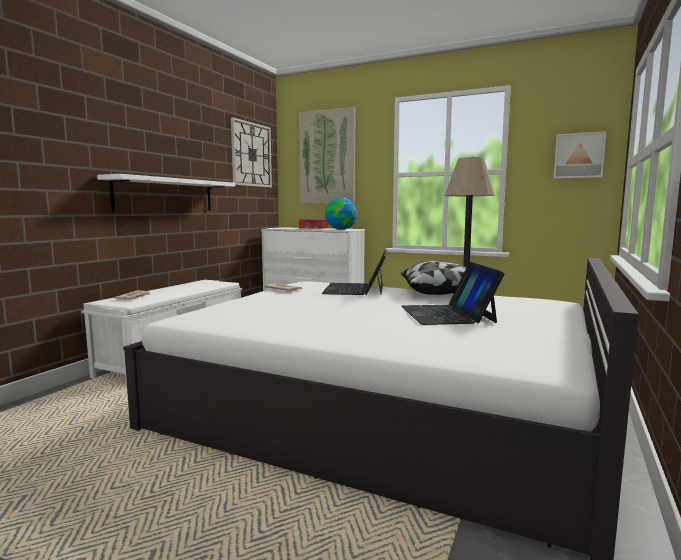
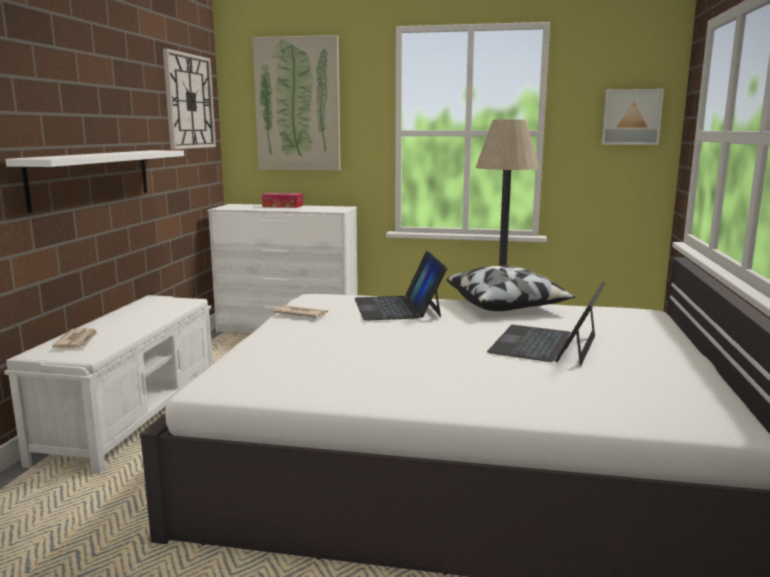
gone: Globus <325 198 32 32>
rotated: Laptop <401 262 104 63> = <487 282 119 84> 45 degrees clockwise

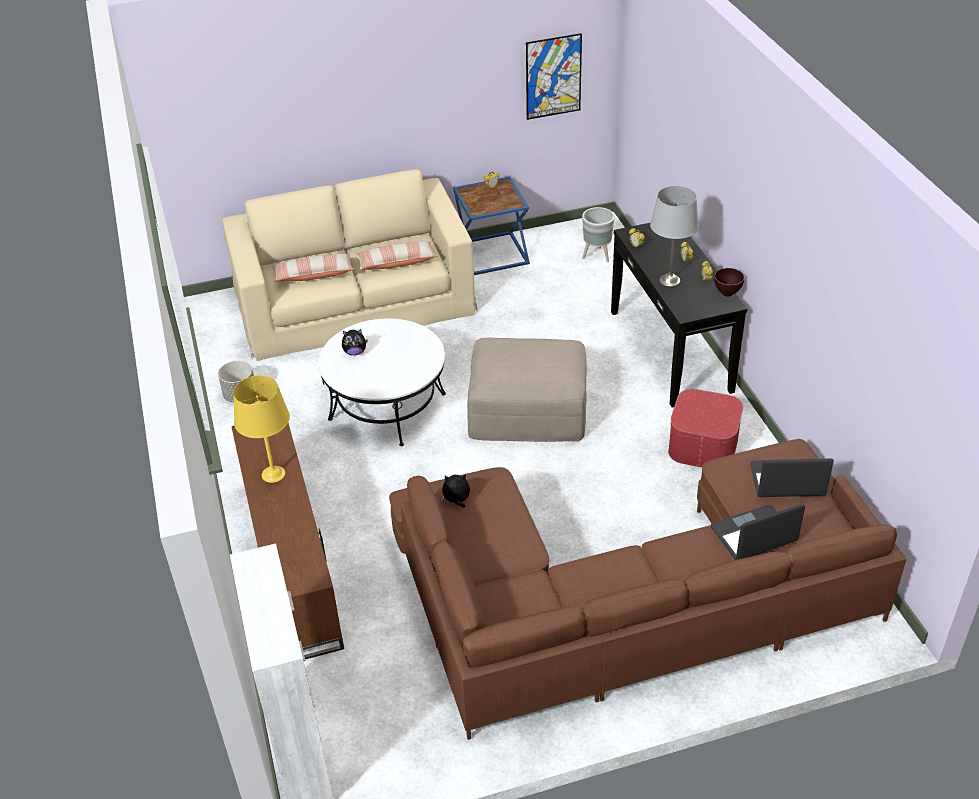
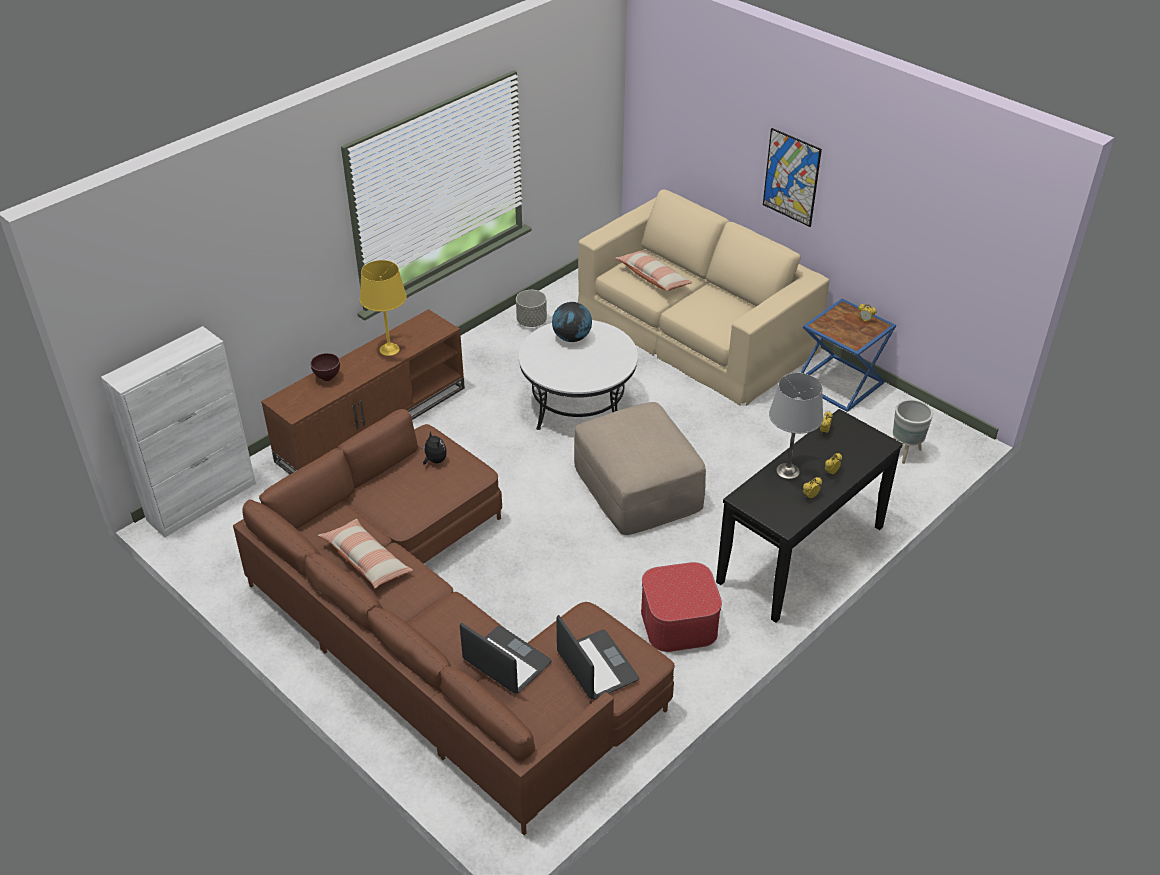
shifted: Schüssel/braun <714 268 31 29> to <310 353 30 28>; Kissen <354 241 84 29> to <318 519 95 69>; Bild <526 33 56 87> to <763 128 59 99>
swapped: Plüschtier <342 329 26 27> to Globus <552 302 40 40>

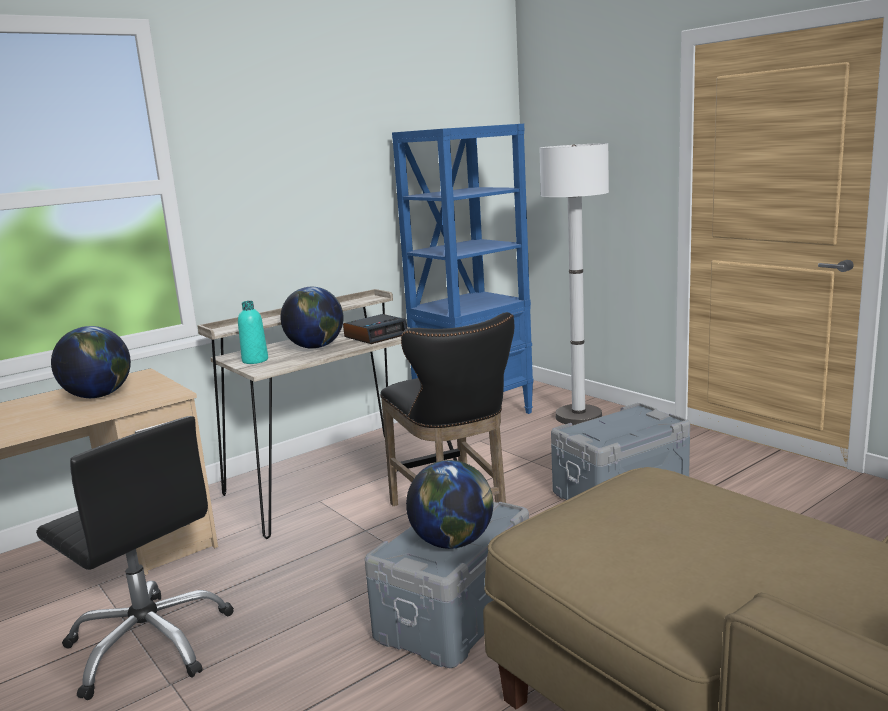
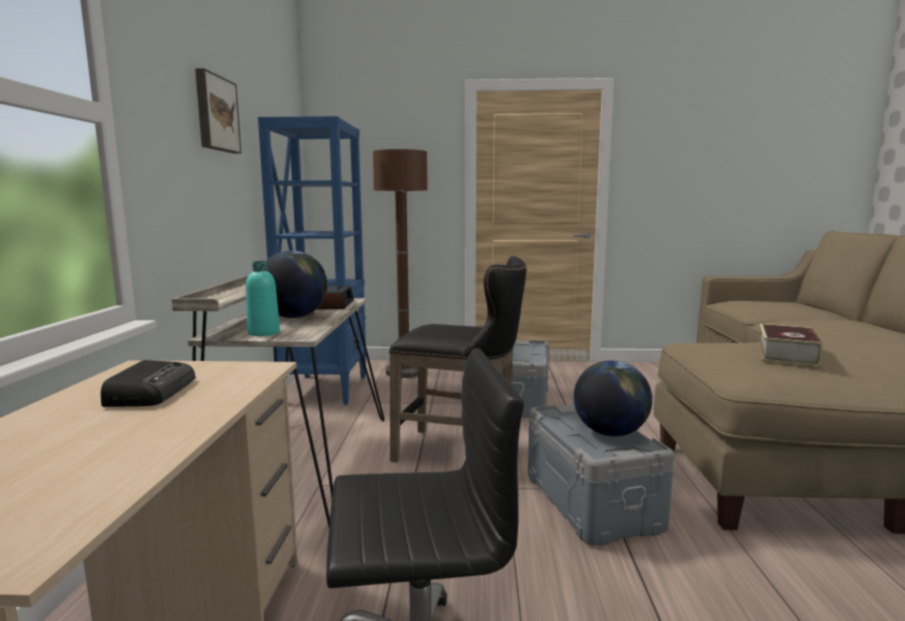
new: Bild <195 68 46 85>; Buch <758 324 65 42>
swapped: Globus <51 326 80 72> to Radio <101 360 94 47>
repainted: Stehlampe/weiß <540 143 69 282> to Stehlampe/braun <373 149 55 229>

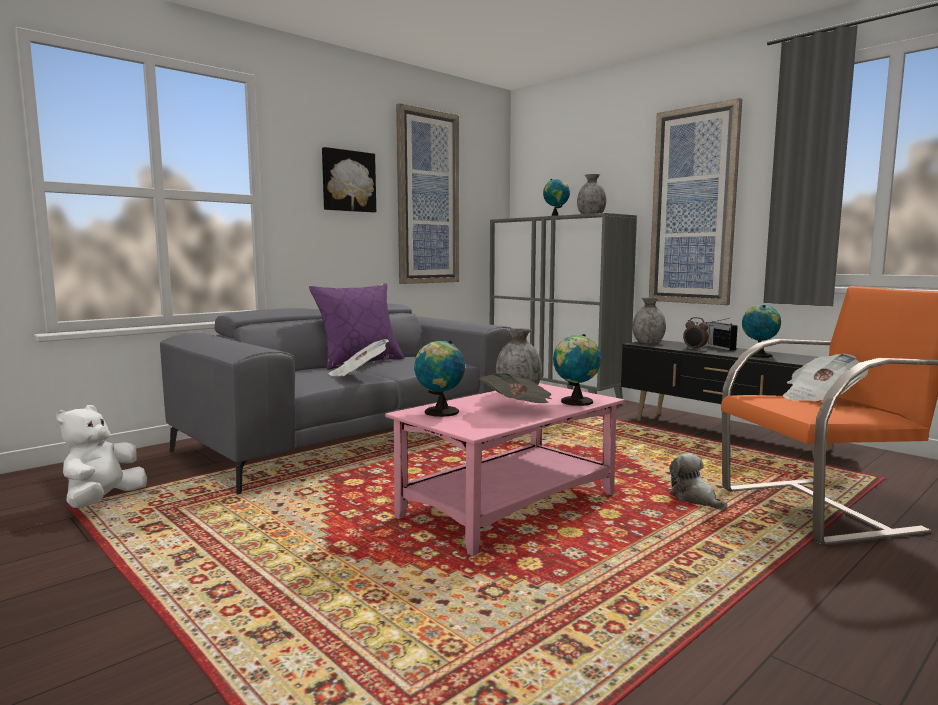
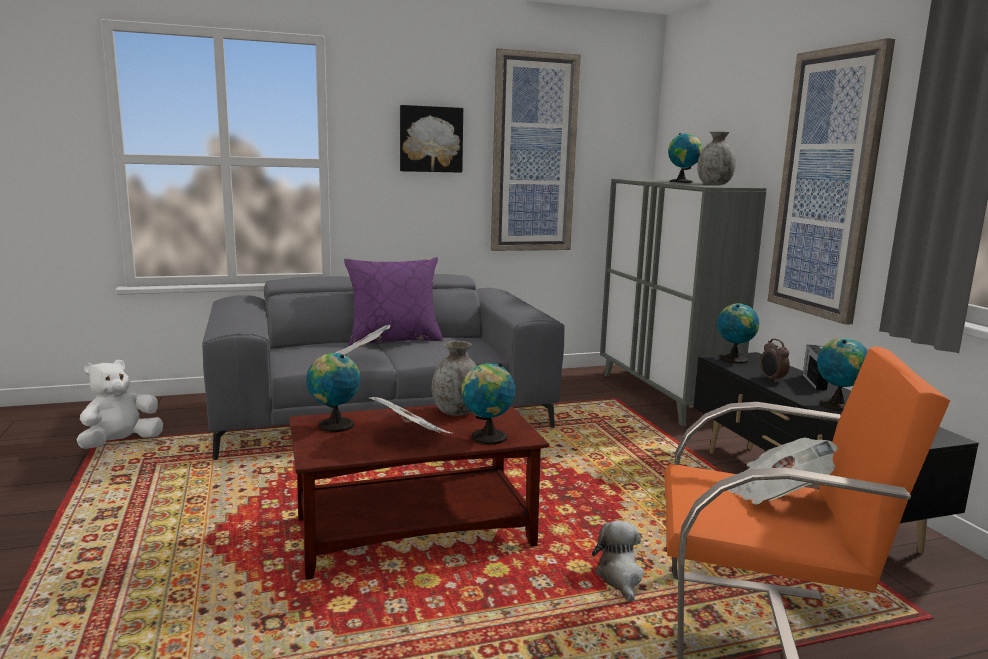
swapped: Vase/grau <632 298 34 46> to Globus <717 304 43 60>
repainted: Couchtisch/rosa <385 383 240 173> to Couchtisch/braun <289 405 260 175>

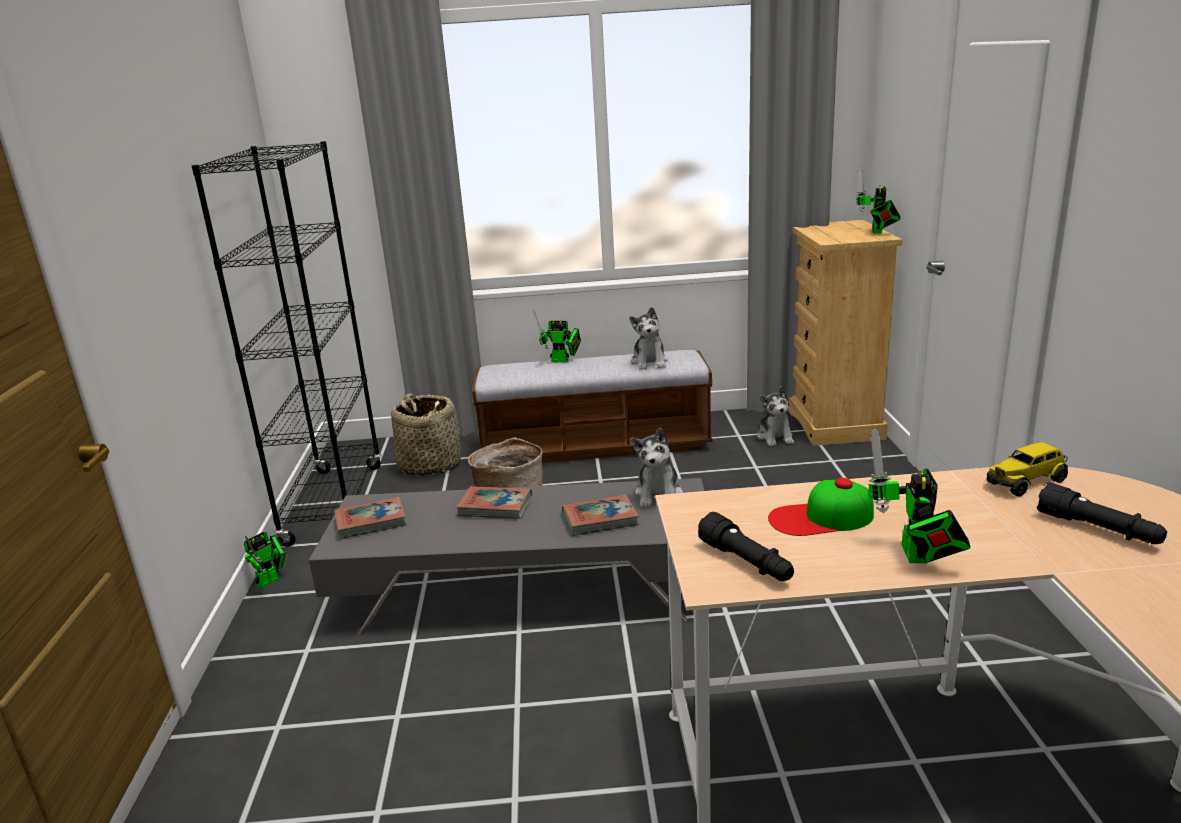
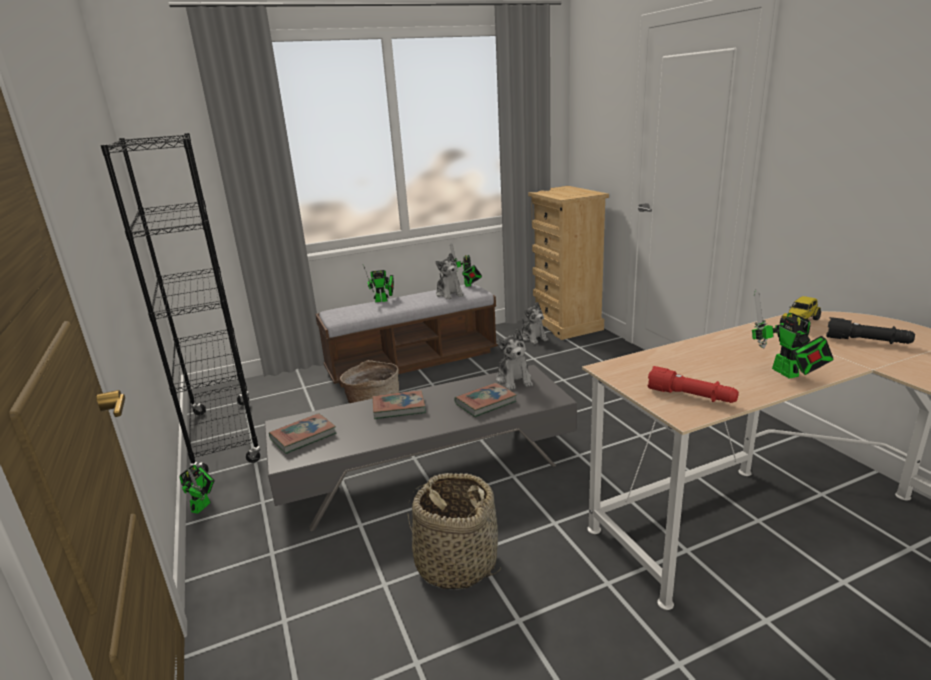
gone: Kappe <768 478 106 58>
shifted: Korb <391 393 70 83> to <408 473 93 117>; Spielzeugroboter <856 167 45 66> to <450 243 32 44>
repainted: Taschenlampe/schwarz <698 512 96 69> to Taschenlampe/rot <648 366 91 37>

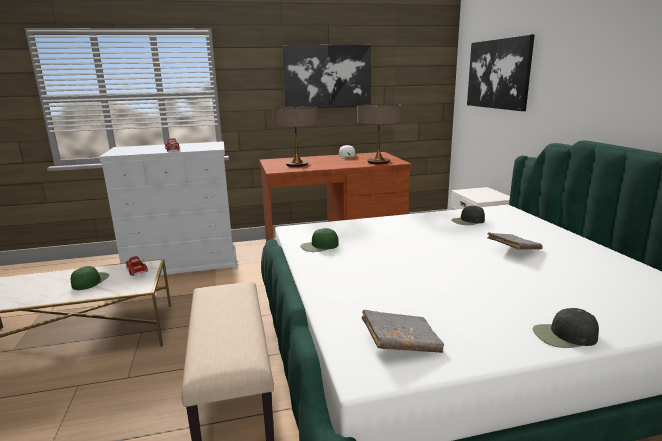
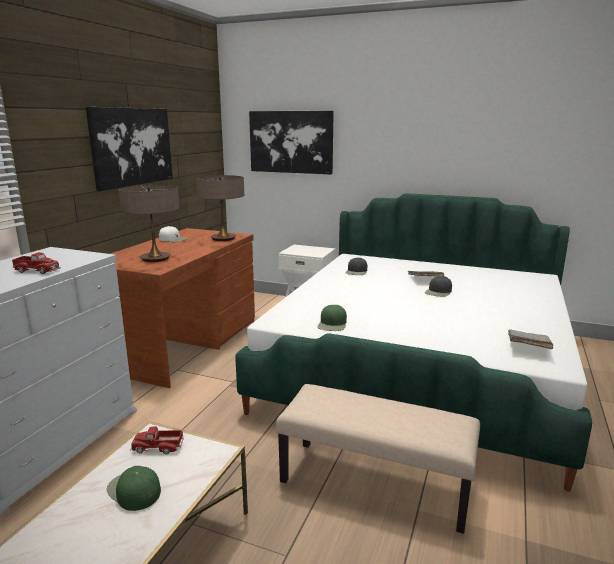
shifted: Kappe/schwarz <532 308 67 40> to <425 276 27 21>

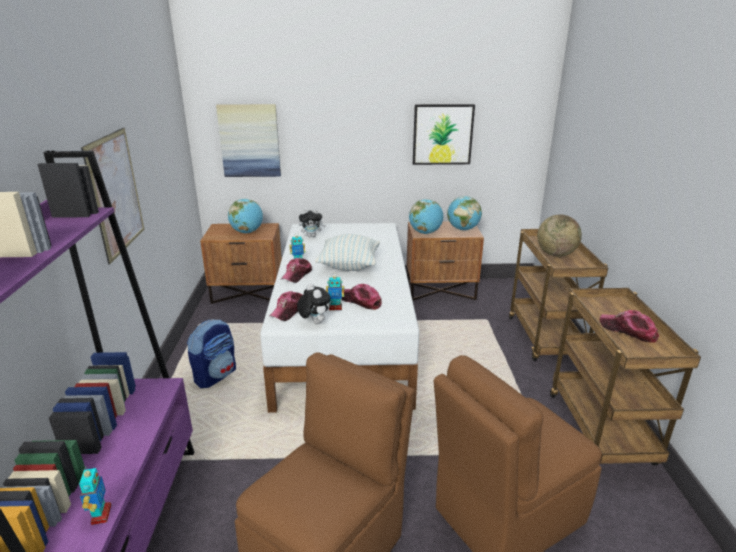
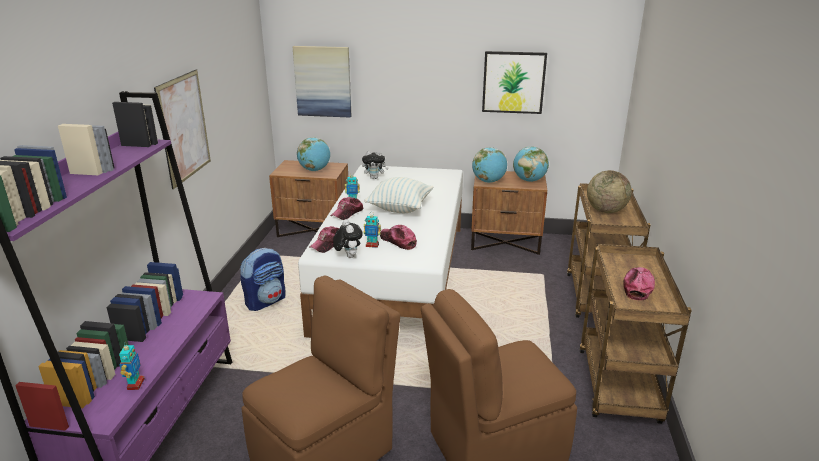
rotated: Kappe <600 310 59 33> = <624 267 31 33> 60 degrees clockwise

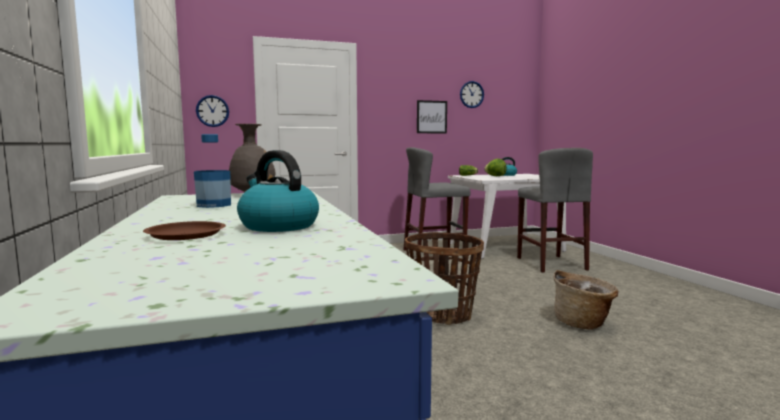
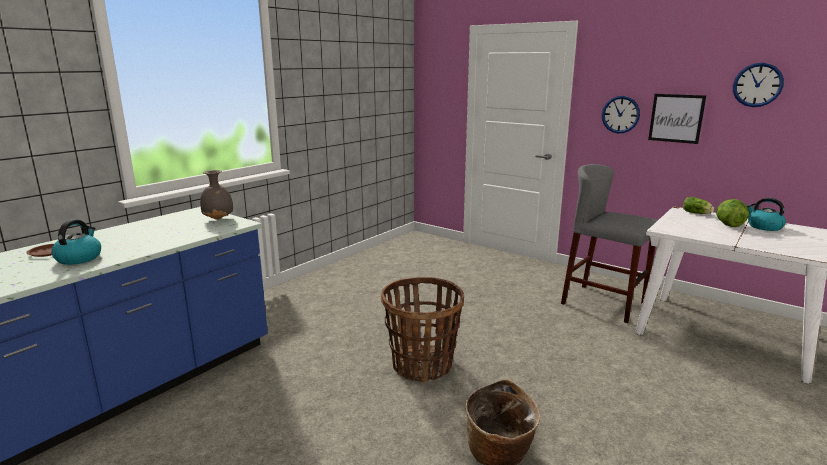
gone: Flasche <194 134 37 74>; Hocker/grau <517 148 76 125>
shifted: Wanduhr <196 95 33 32> to <602 96 38 38>

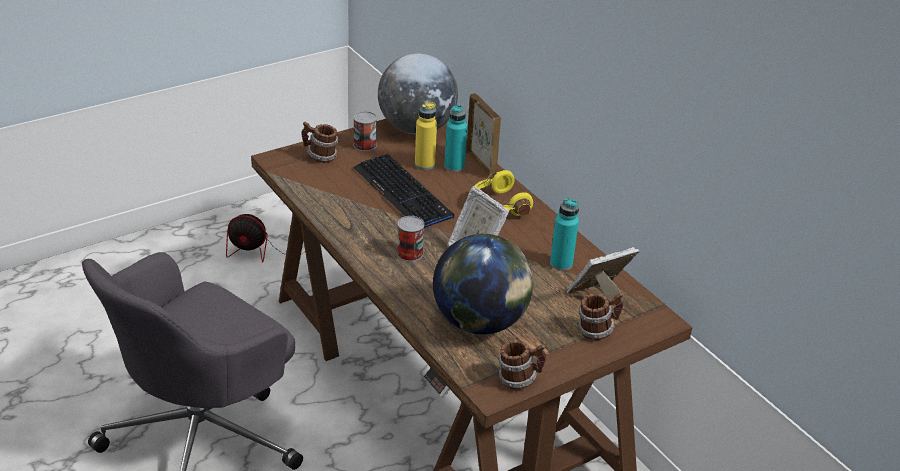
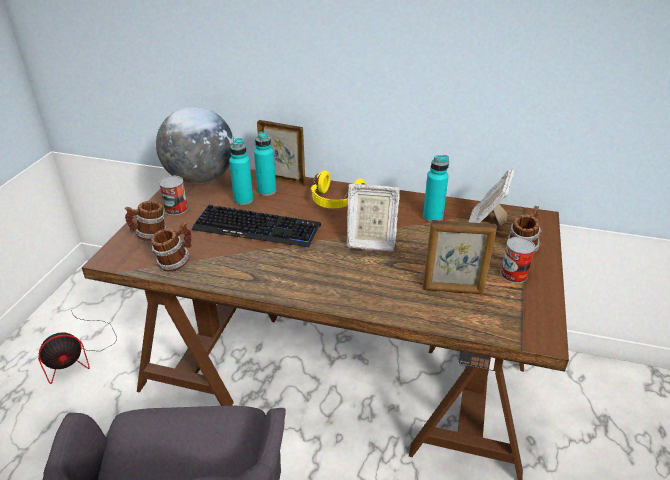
shifted: Henkelbecher <498 340 48 50> to <151 222 41 50>; Dose <397 216 28 45> to <500 237 35 46>
swapped: Globus <433 234 100 100> to Bilderrahmen <423 220 74 74>
repainted: Flasche/gelb <415 102 22 68> to Flasche/türkis <229 138 24 67>

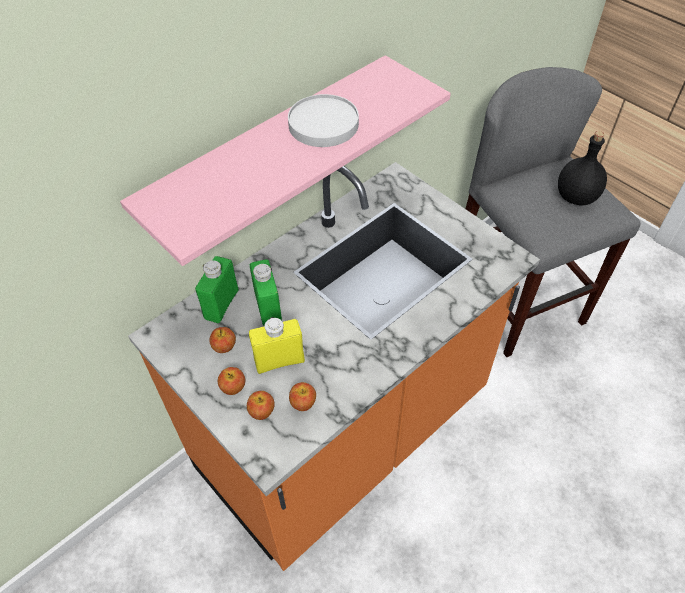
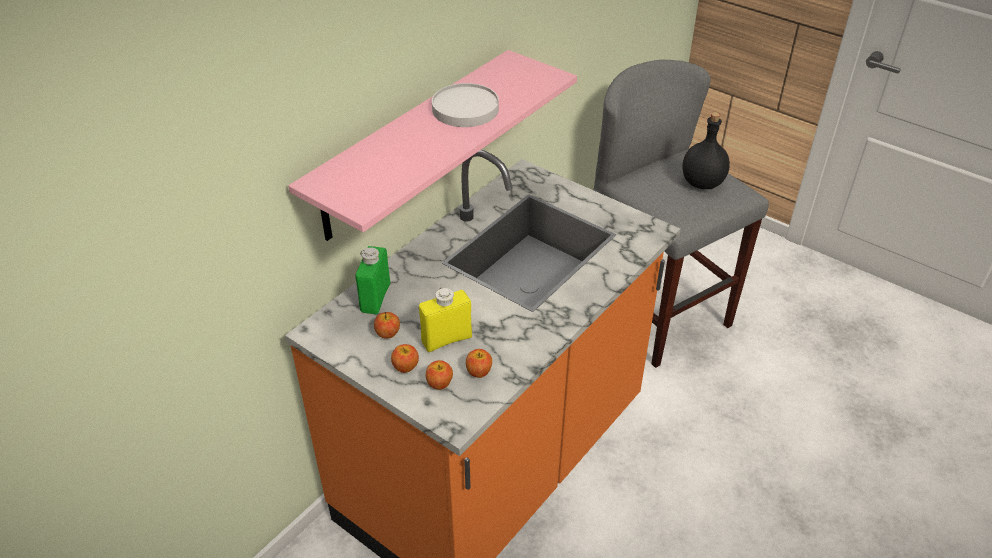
gone: Flasche/grün <250 259 32 67>

